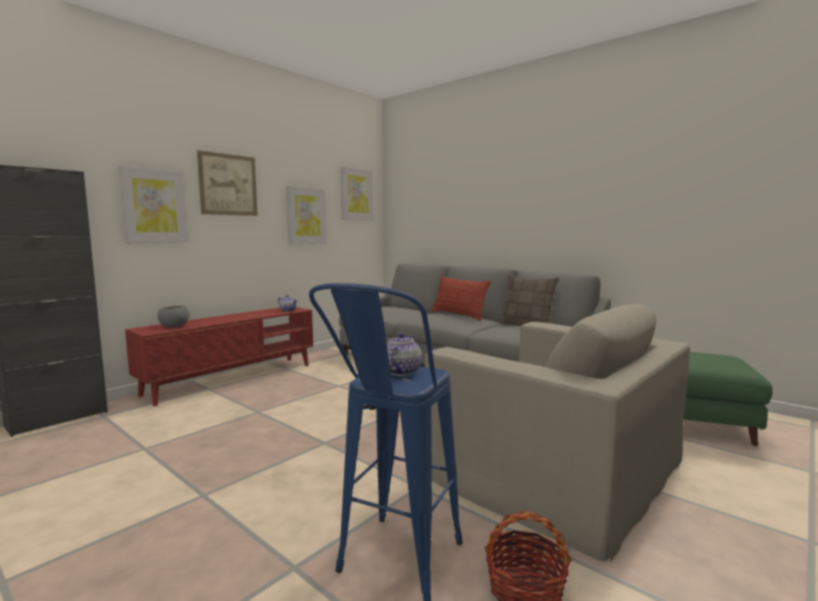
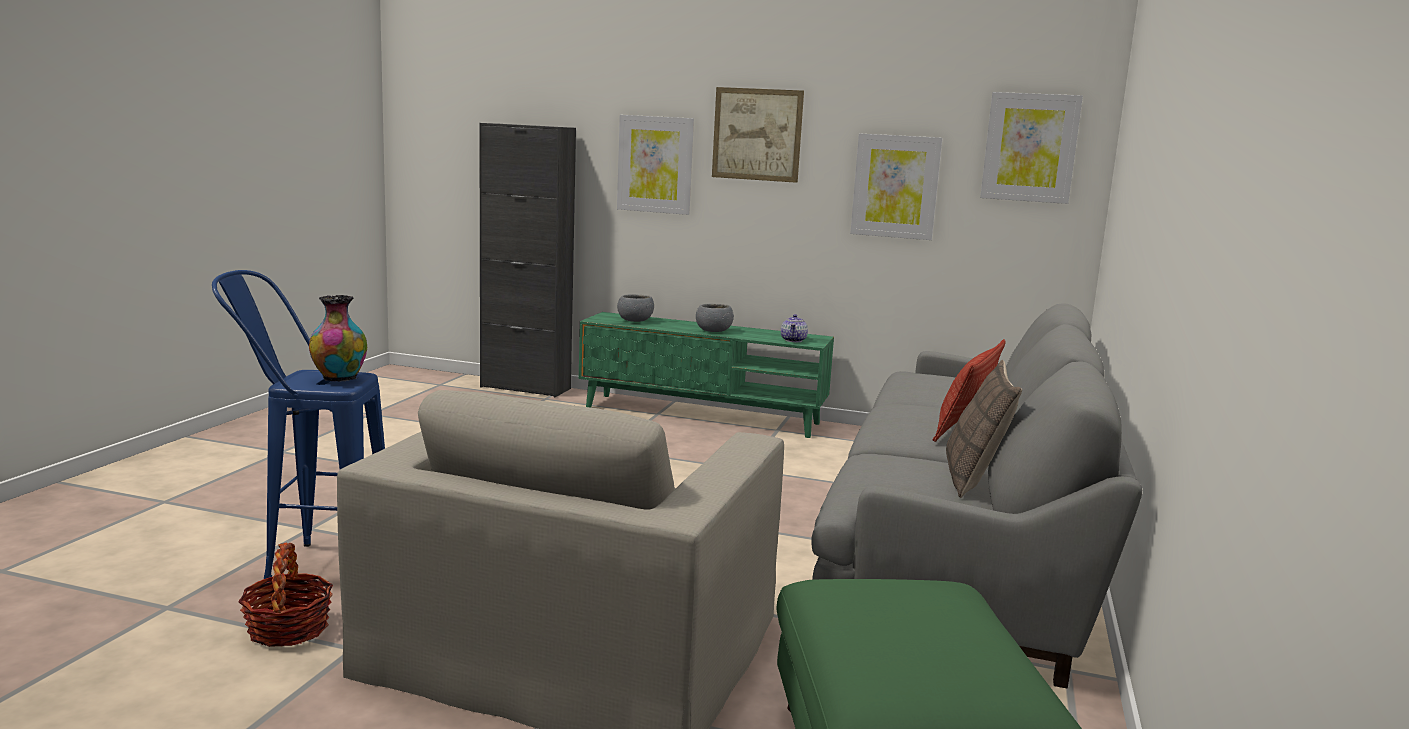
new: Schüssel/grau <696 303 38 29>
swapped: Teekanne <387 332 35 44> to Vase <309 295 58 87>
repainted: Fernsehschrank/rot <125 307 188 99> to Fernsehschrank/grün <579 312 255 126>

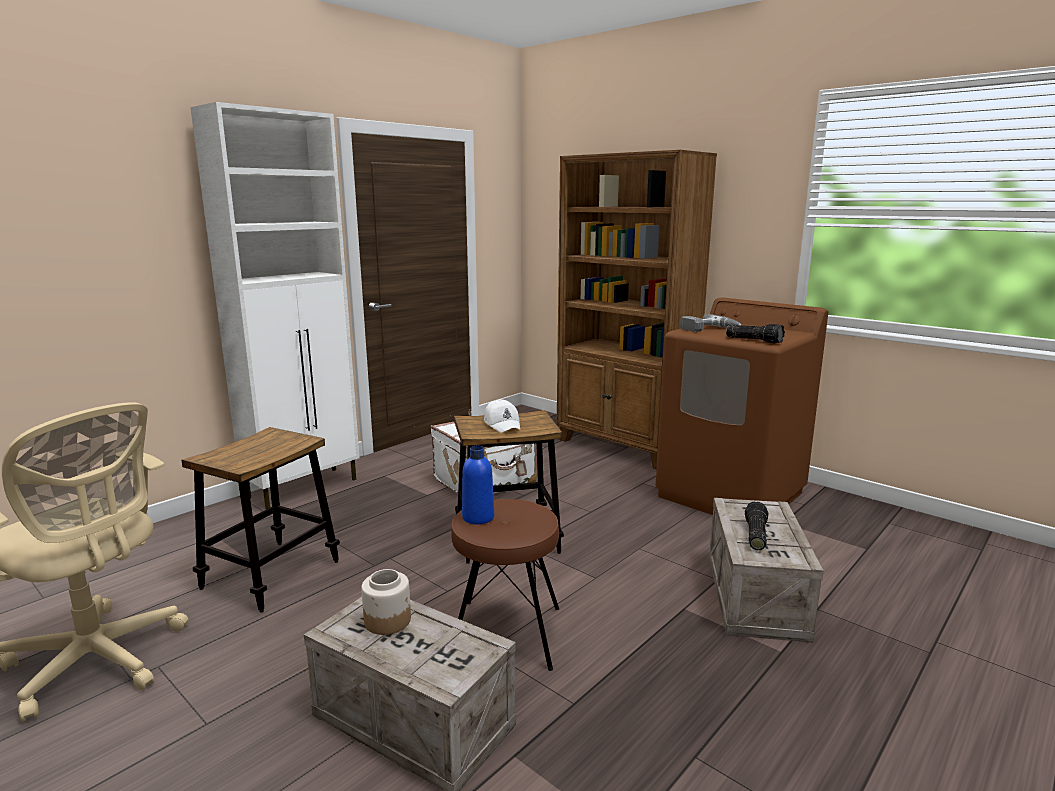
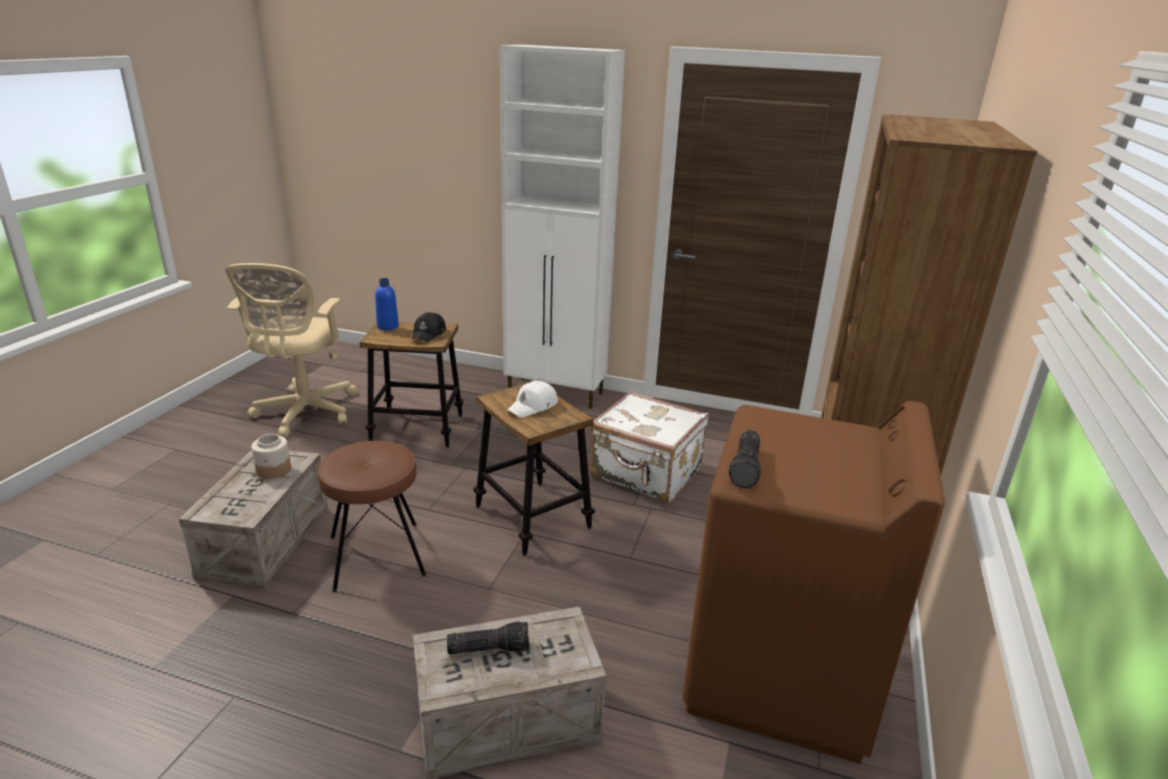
gone: Bohrmaschine <680 314 61 18>
new: Kappe/schwarz <412 312 34 30>
shifted: Flasche/blau <462 446 32 78> to <375 278 24 52>

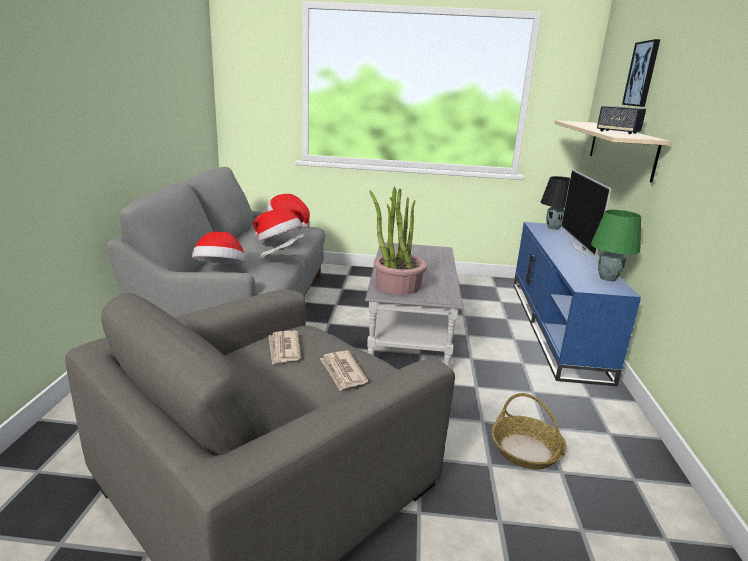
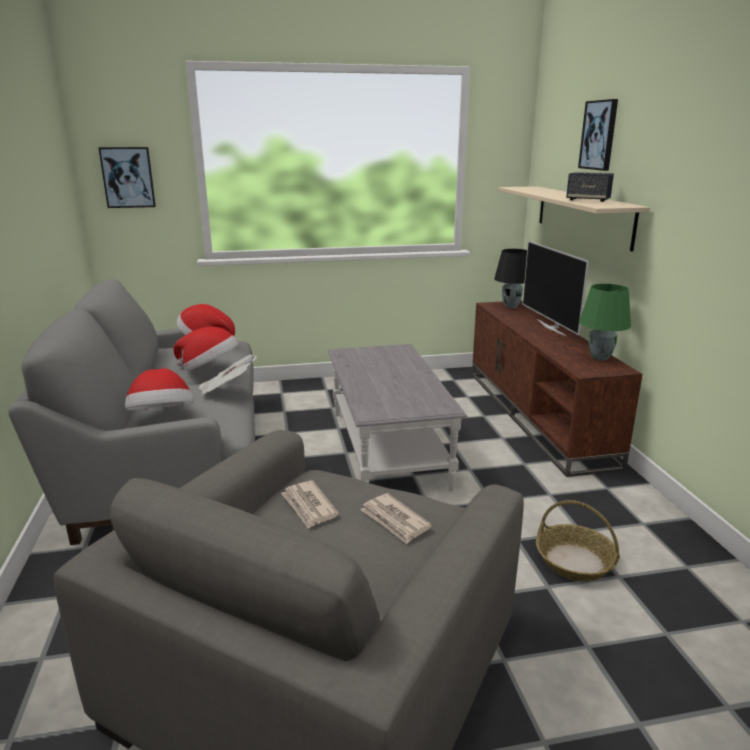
gone: Topfpflanze <369 187 58 108>
new: Bild <98 147 58 61>
repainted: Fernsehschrank/blau <513 222 128 164> to Fernsehschrank/braun <472 301 170 176>

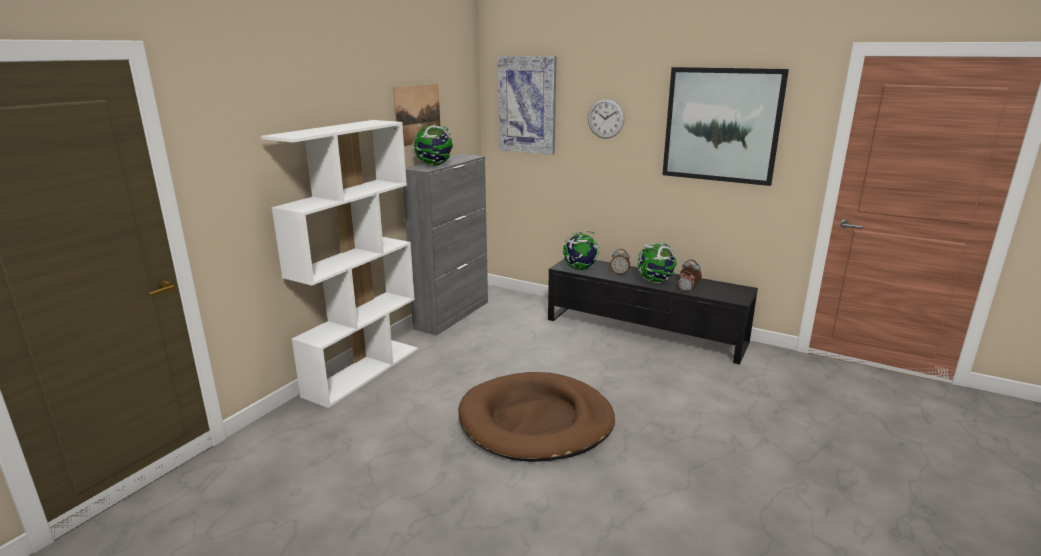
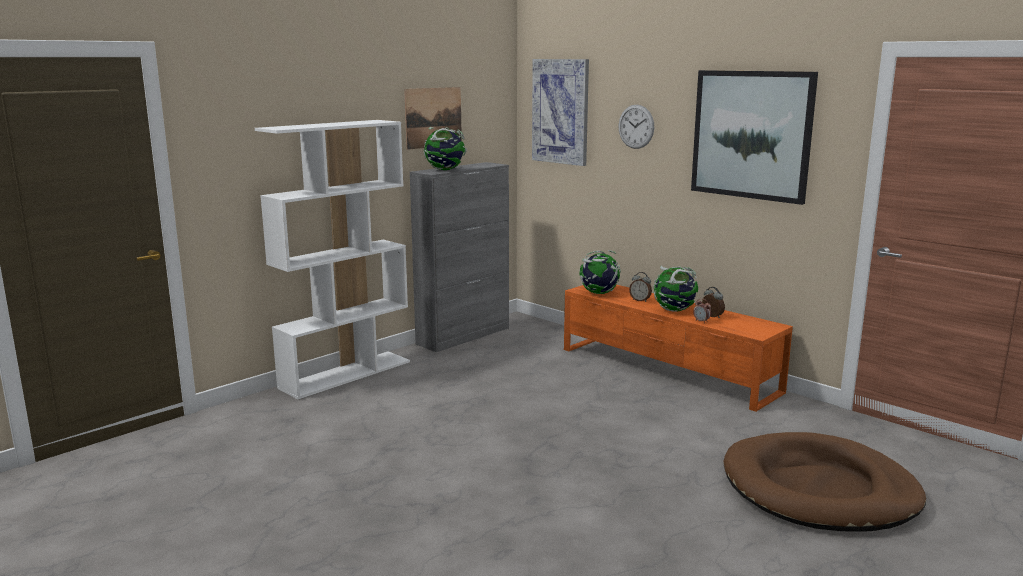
shifted: Hundebett/braun <458 372 157 90> to <723 432 203 100>
repainted: Fernsehschrank/schwarz <548 258 210 107> to Fernsehschrank/orange <564 285 229 127>

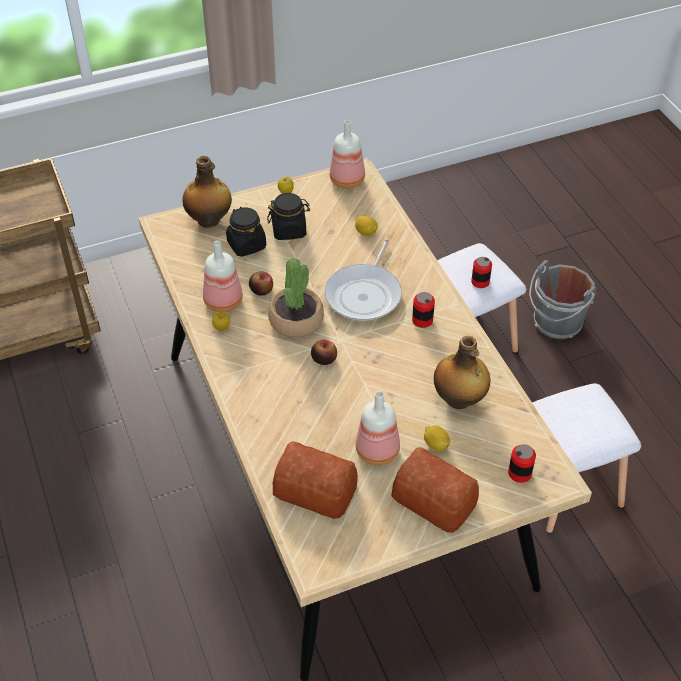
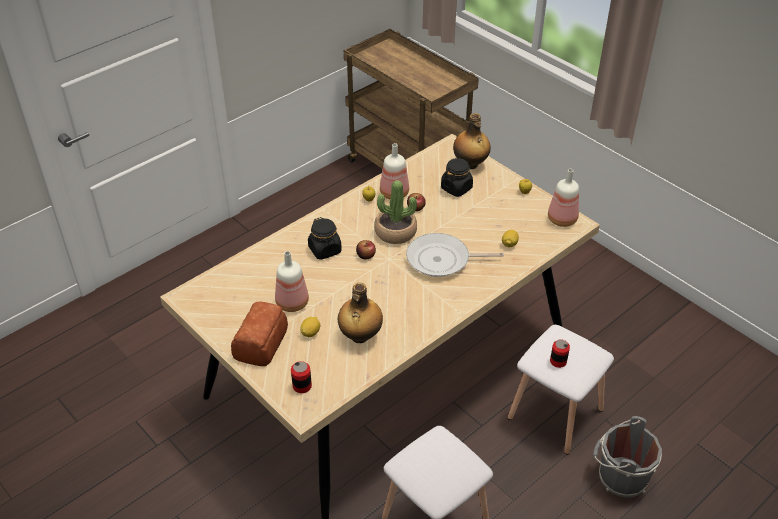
gone: Brot <273 441 85 78>; Dose <412 292 23 36>
shifted: Vorratsglas/schwarz <267 193 43 47> to <308 217 34 43>

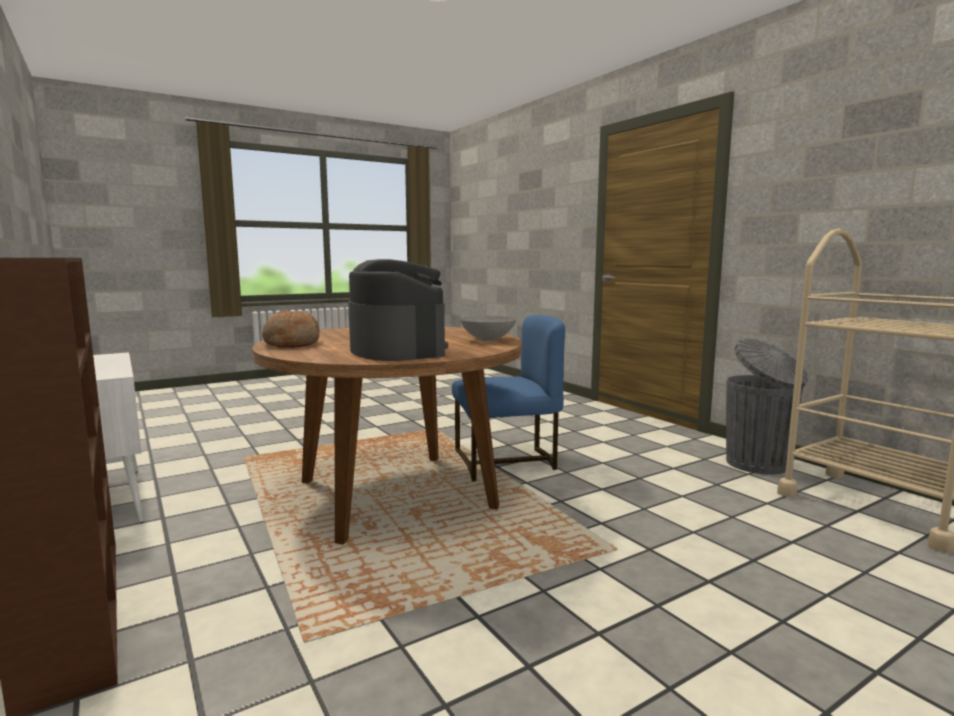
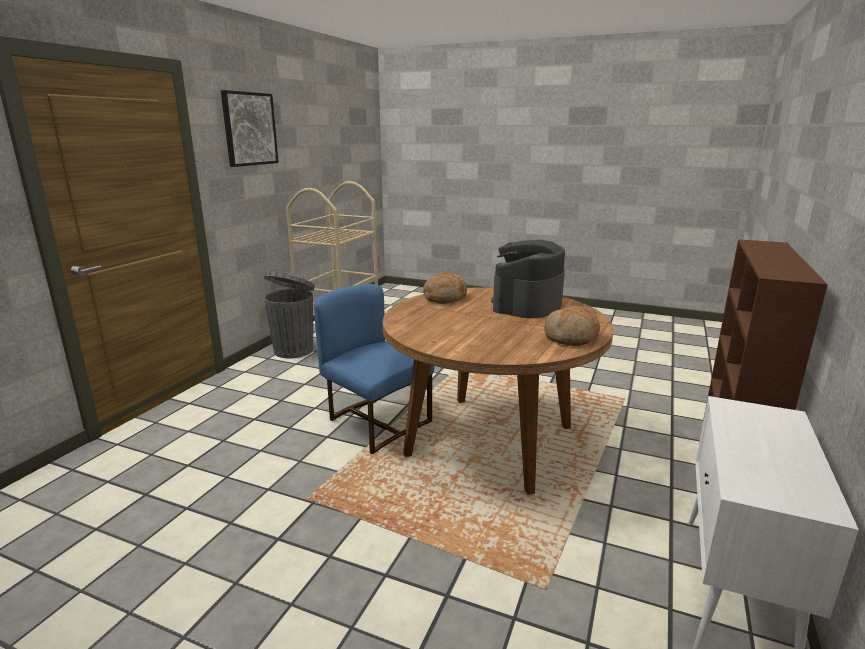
new: Bild <221 90 58 77>
swapped: Schüssel/grau <460 316 56 25> to Brot <423 272 44 32>

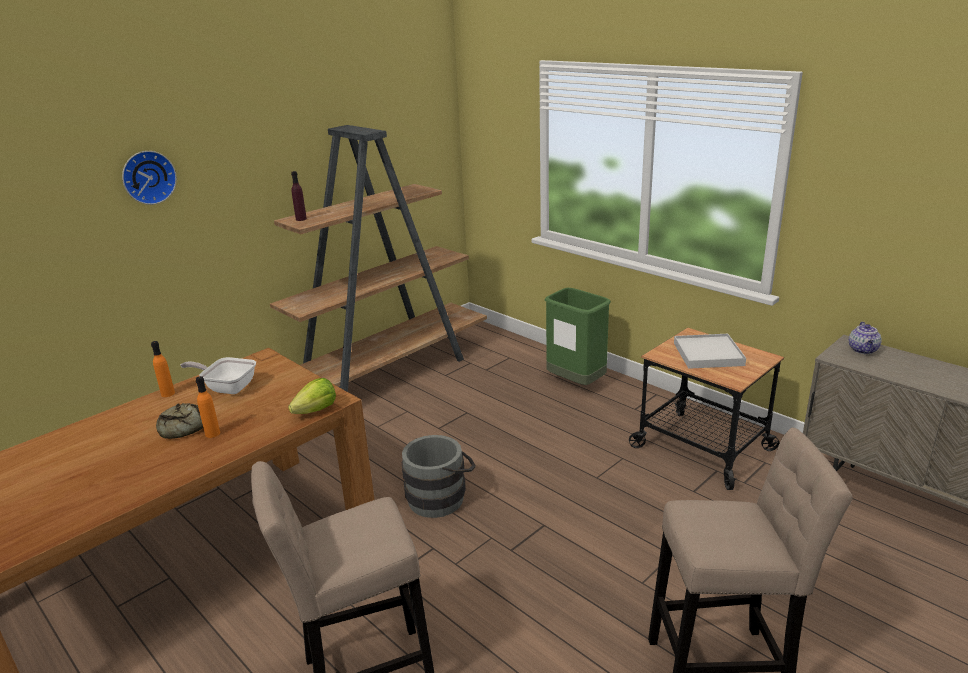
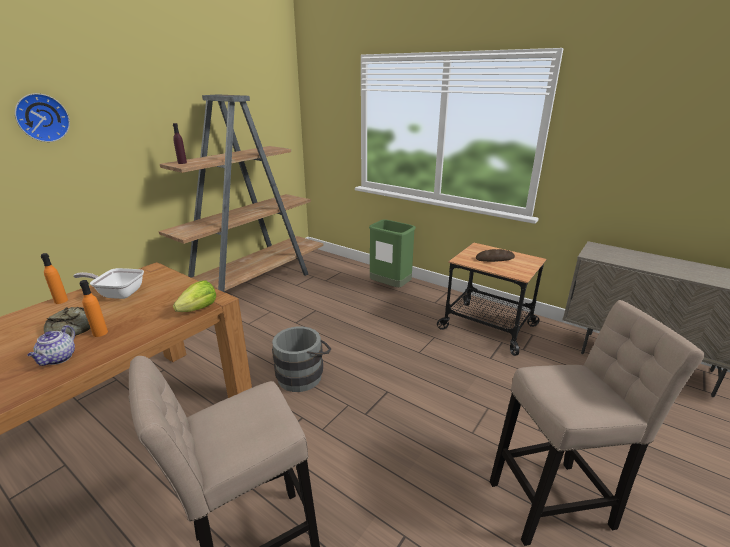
shifted: Teekanne <849 322 33 32> to <27 325 48 41>
swapped: Tablett/weiß <674 334 72 35> to Brot <476 249 39 13>

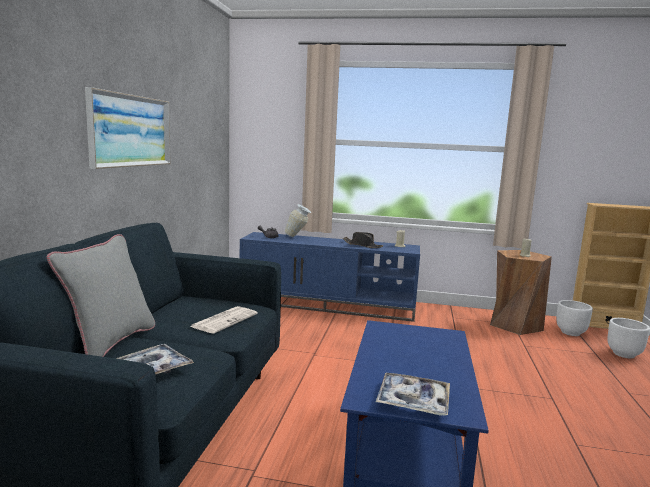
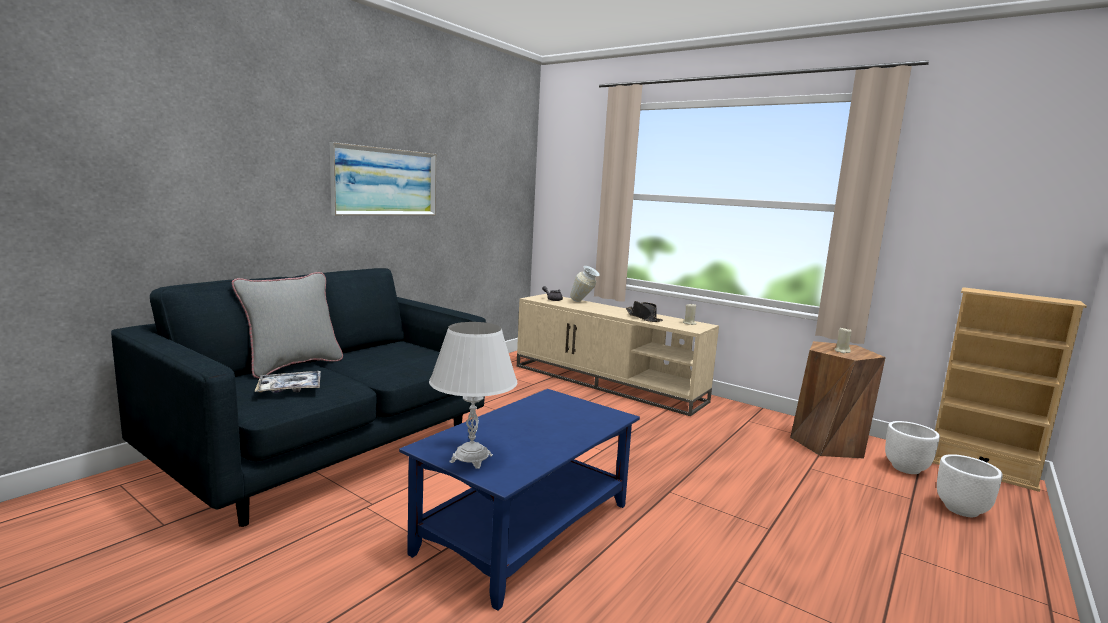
gone: Zeitung <190 306 68 27>
swapped: Tablett <376 373 74 43> to Tischlampe/weiß <429 322 89 147>
repainted: Fernsehschrank/blau <240 232 180 90> to Fernsehschrank/beige <517 294 202 122>

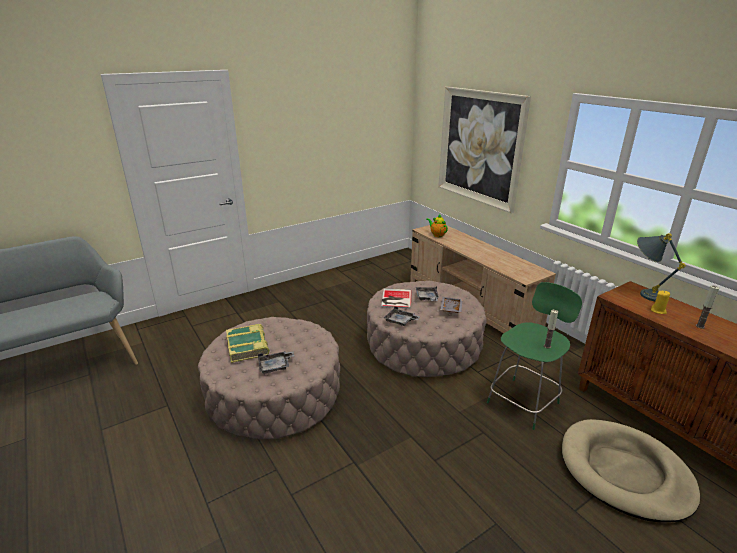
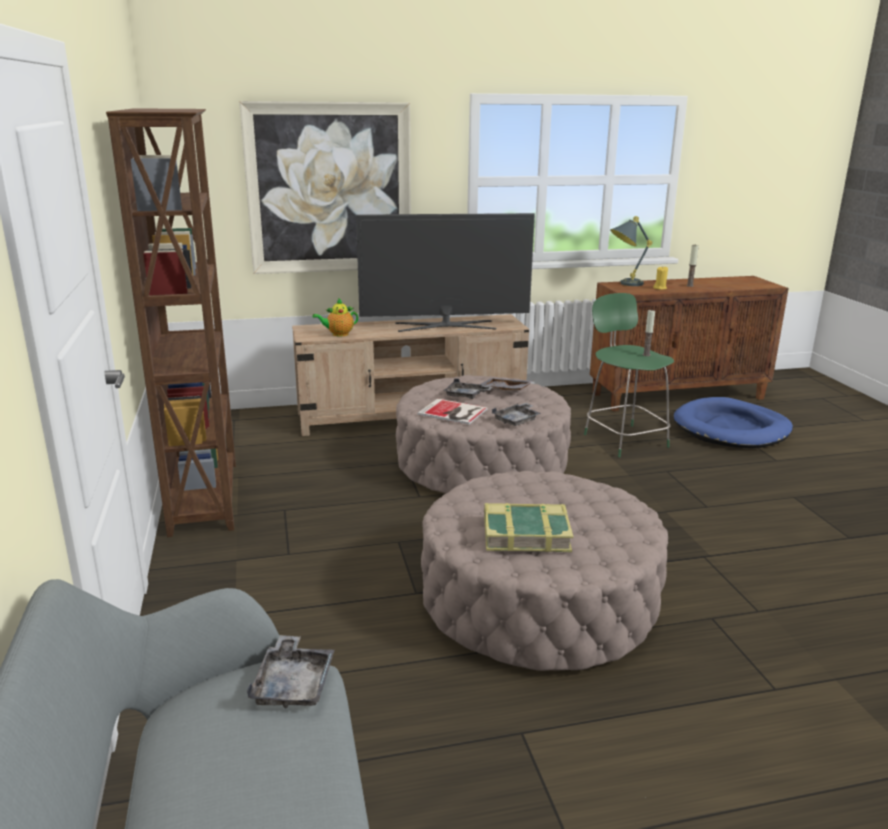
new: Bücherregal/braun <106 108 130 429>; Fernseher <356 213 179 119>
shifted: Tablett/grau <258 351 37 23> to <247 635 88 73>
repainted: Hundebett/beige <562 419 138 103> to Hundebett/blau <674 397 119 51>

